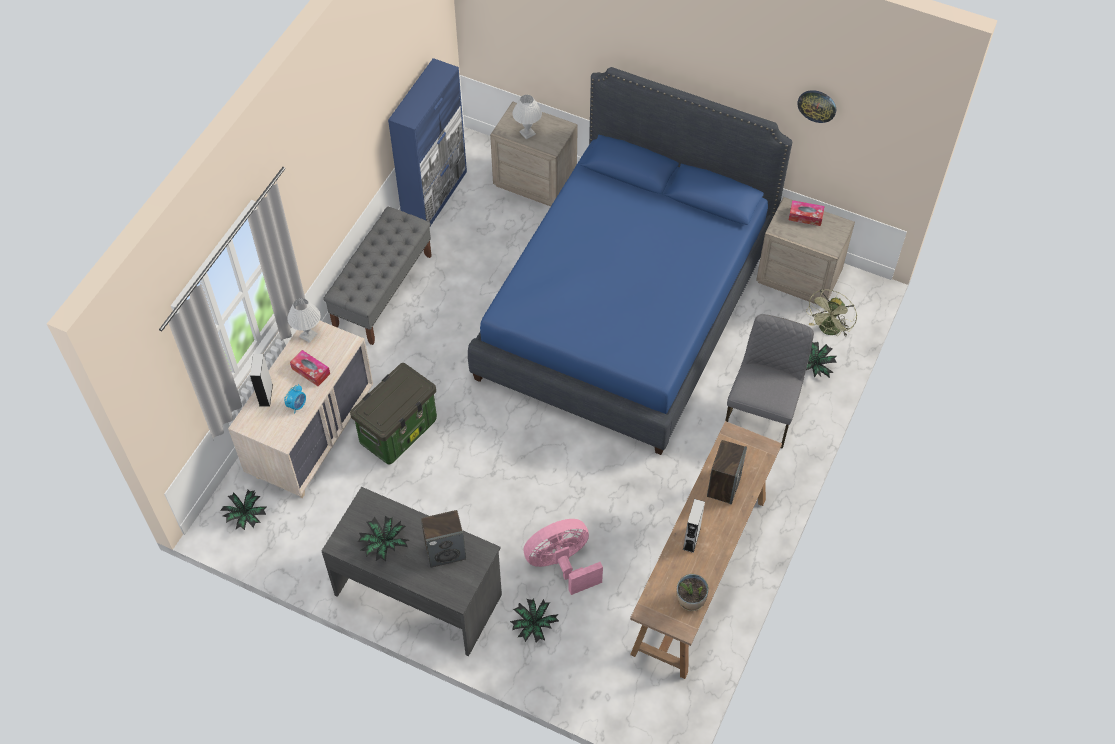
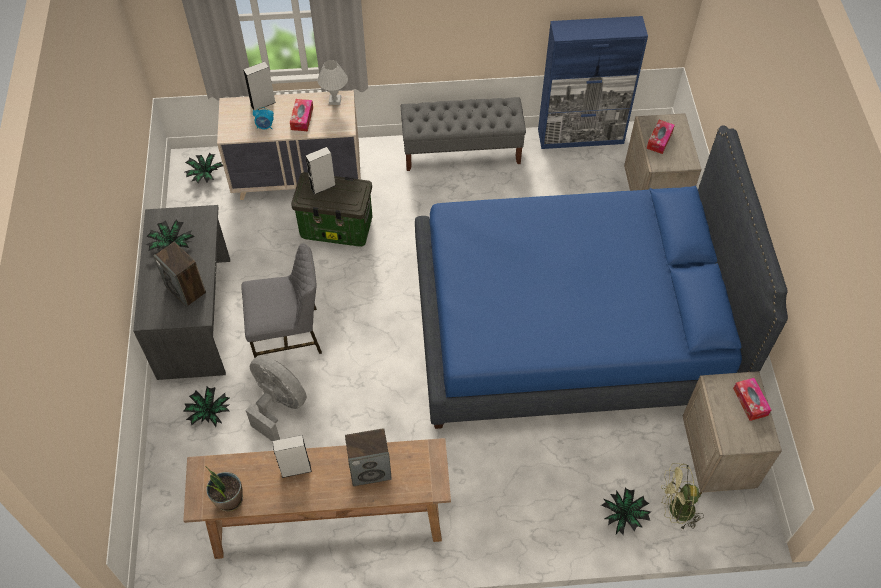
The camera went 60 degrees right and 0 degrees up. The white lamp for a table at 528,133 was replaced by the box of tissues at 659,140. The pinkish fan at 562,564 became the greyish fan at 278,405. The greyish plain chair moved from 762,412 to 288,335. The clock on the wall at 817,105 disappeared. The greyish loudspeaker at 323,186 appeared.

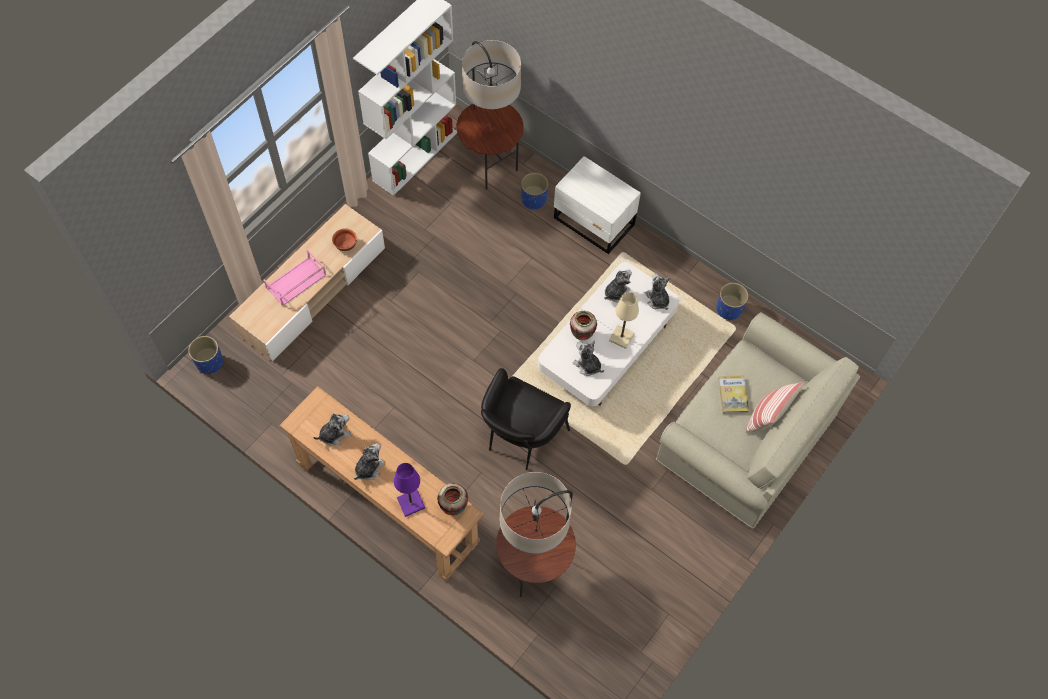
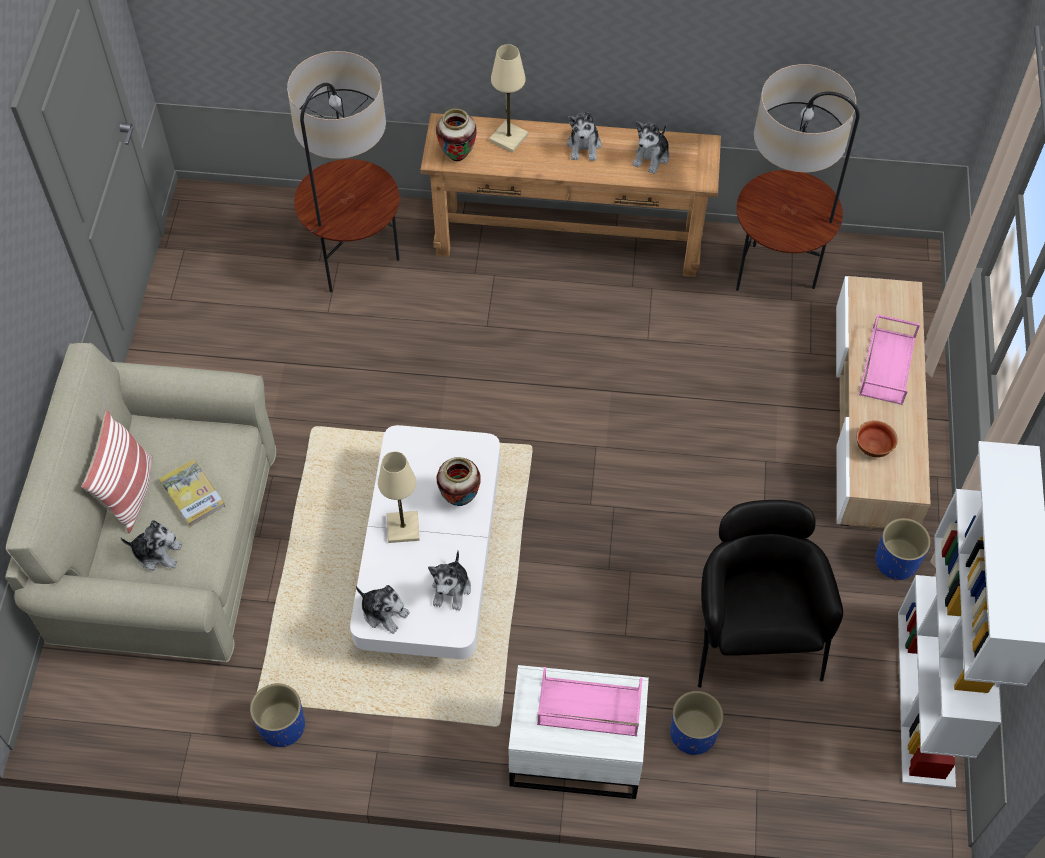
The camera went 150 degrees right and 5 degrees down. The bluish plant pot moved from 209,362 to 896,561. The purple lamp for a table at 411,503 became the sand-coloured lamp for a table at 508,138. The standard lamp moved from 490,166 to 775,276. The blackish lounge chair moved from 520,438 to 753,634. The cuddly toy moved from 587,365 to 157,553. The pinkish serving tray at 588,707 appeared.

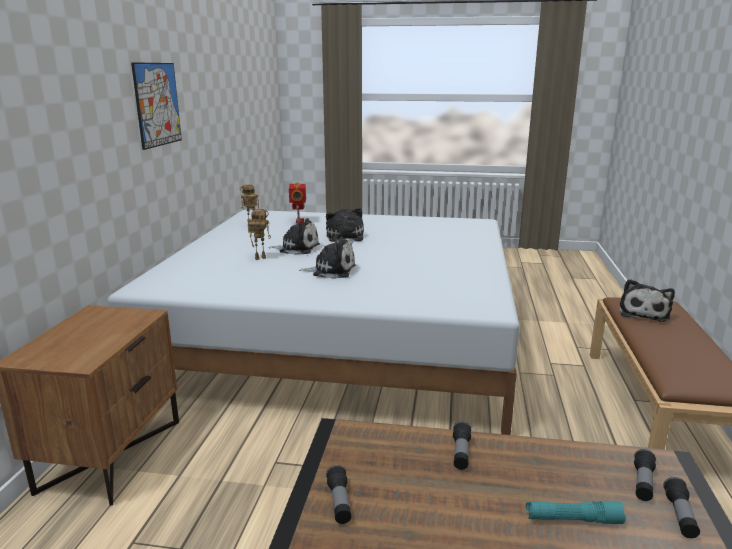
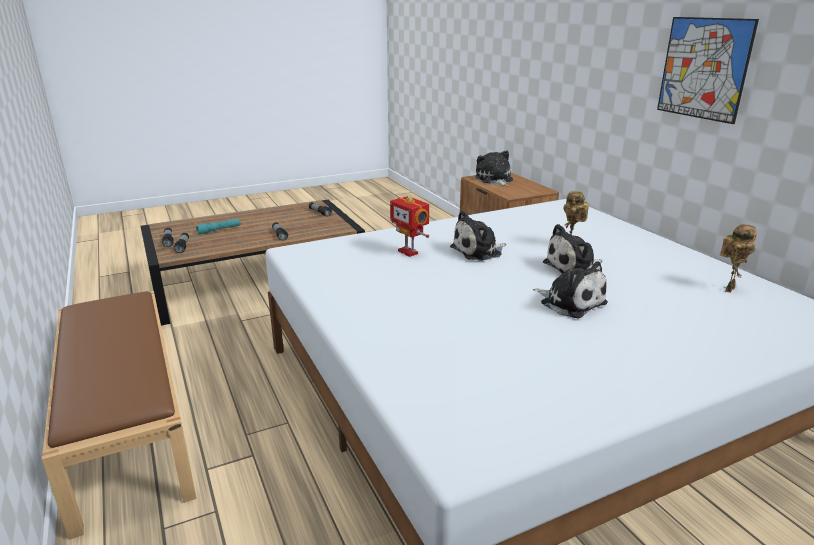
The camera went 145 degrees right and 5 degrees up. The toy robot moved from 298,221 to 409,252. The cuddly toy moved from 643,313 to 494,179.

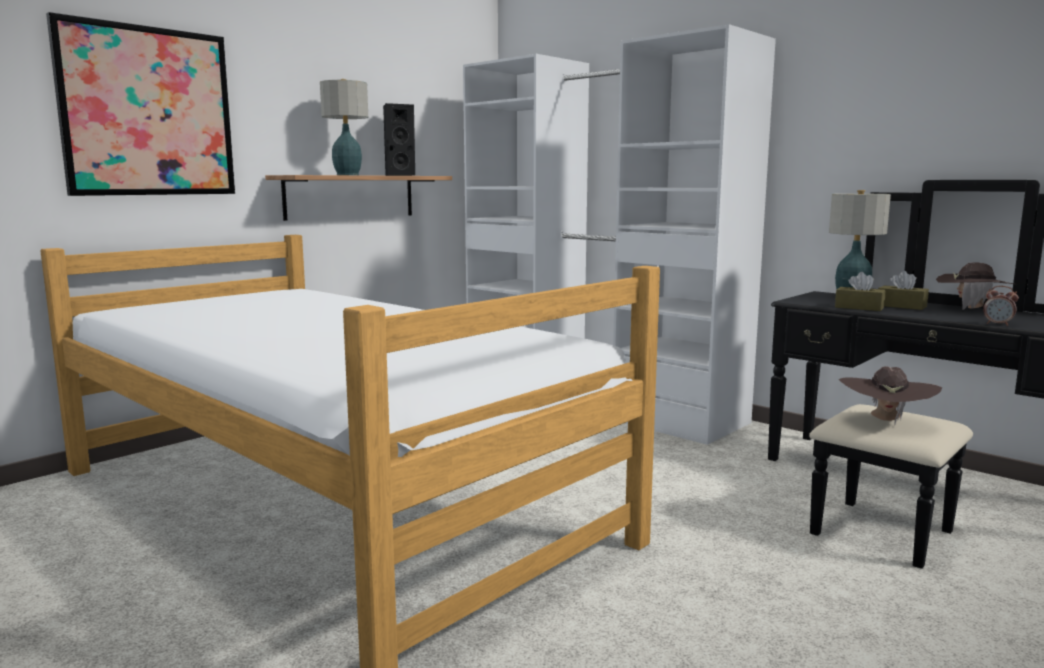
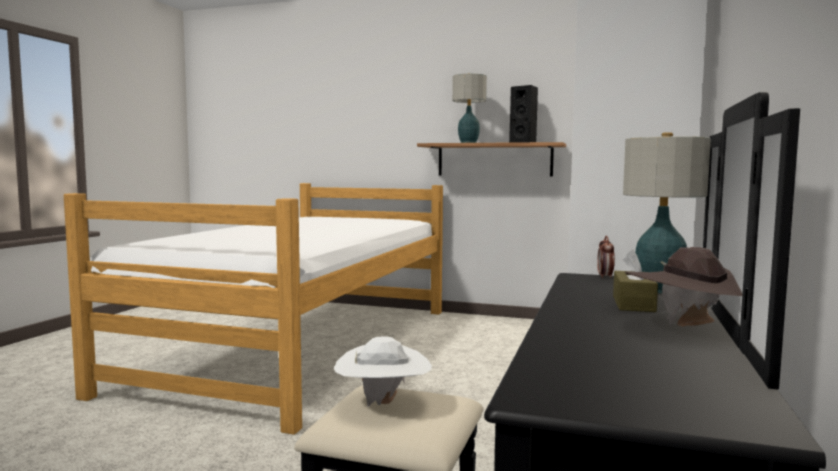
The camera went 65 degrees right and 5 degrees down. The wall picture at 148,112 disappeared. The brown box of tissues at 859,307 disappeared. The brown wearable hat at 886,421 became the white wearable hat at 383,403. The table clock moved from 998,324 to 605,277.

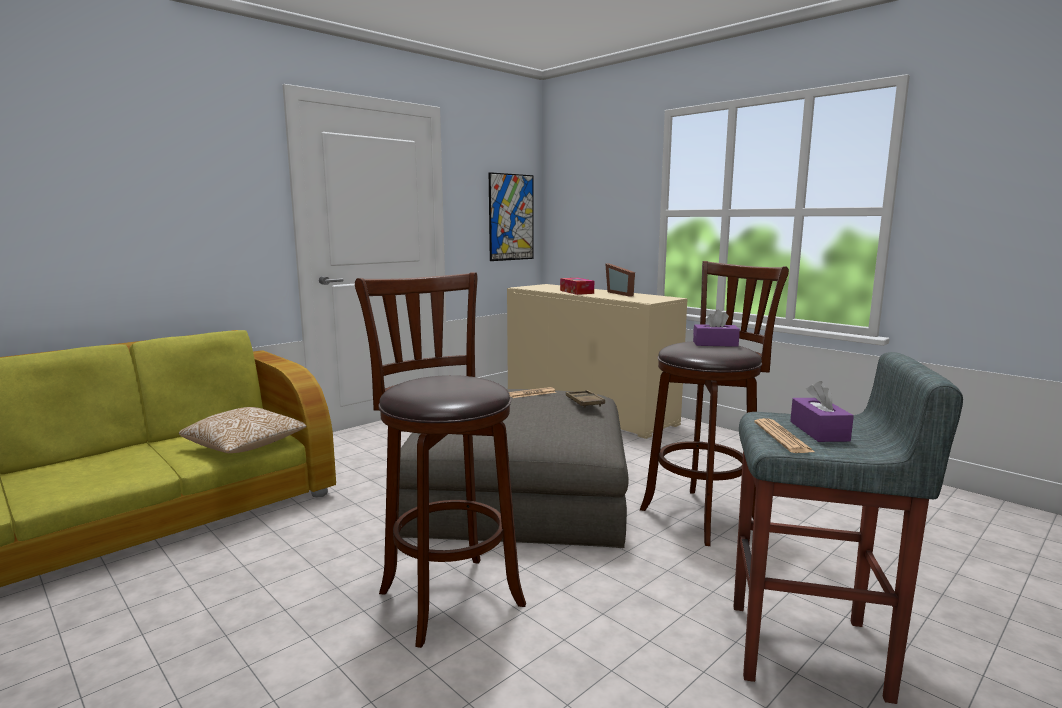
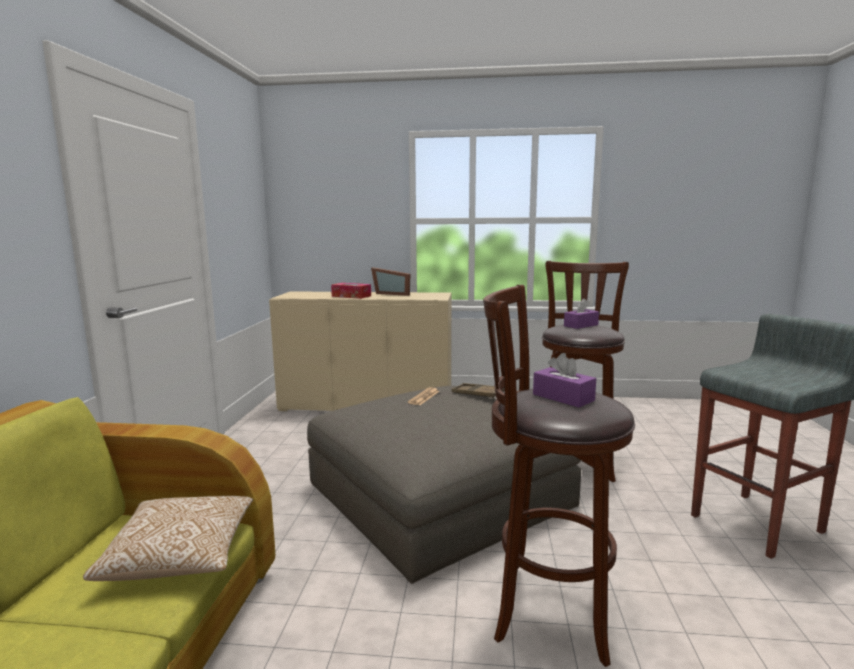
The camera went 40 degrees left and 0 degrees up. The wall picture at 511,217 disappeared. The newspaper at 782,437 disappeared. The purple box of tissues moved from 819,431 to 563,397.

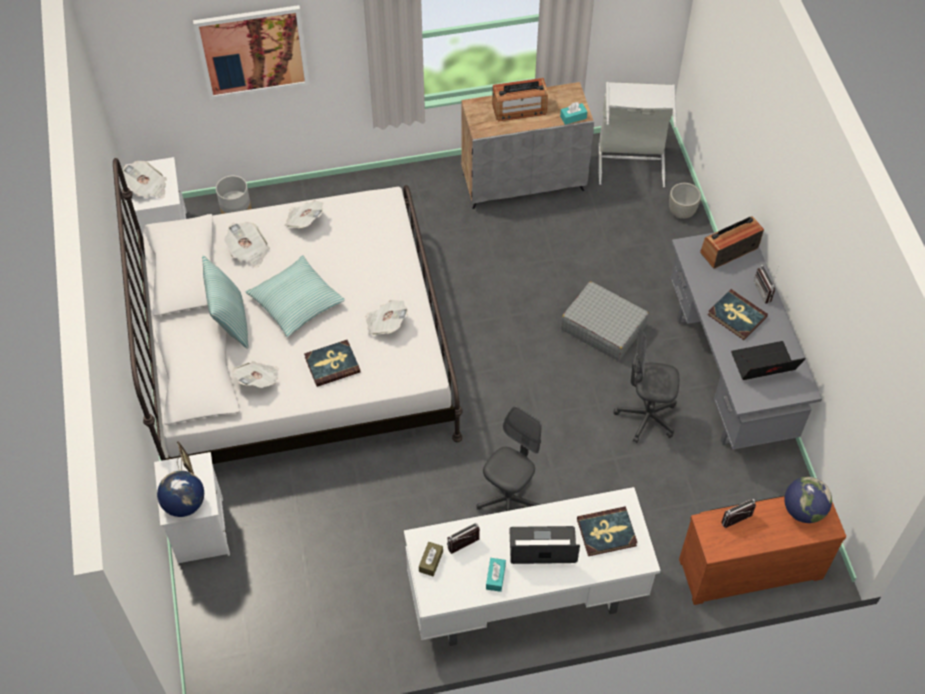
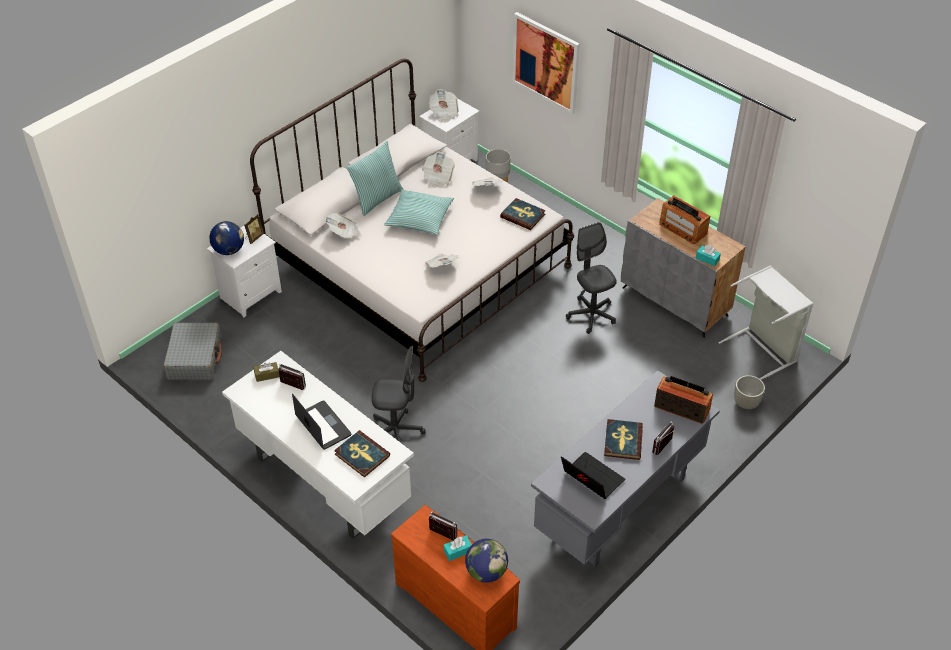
The camera went 55 degrees right and 10 degrees down. The bound book moved from 332,364 to 523,215. The turquoise box of tissues moved from 495,577 to 458,551. The greyish suitcase moved from 603,327 to 195,358. The greyish computer chair moved from 646,417 to 591,315.

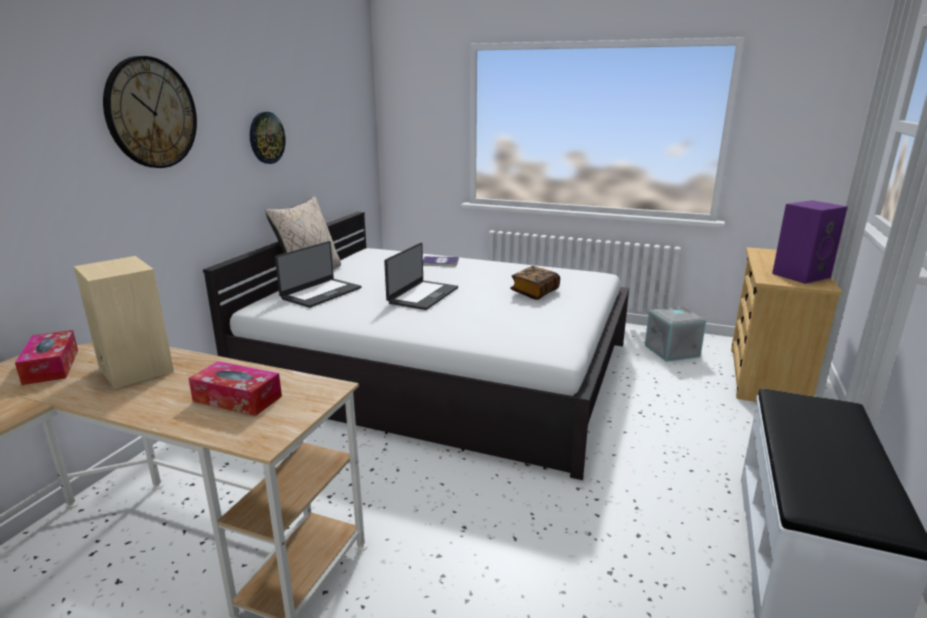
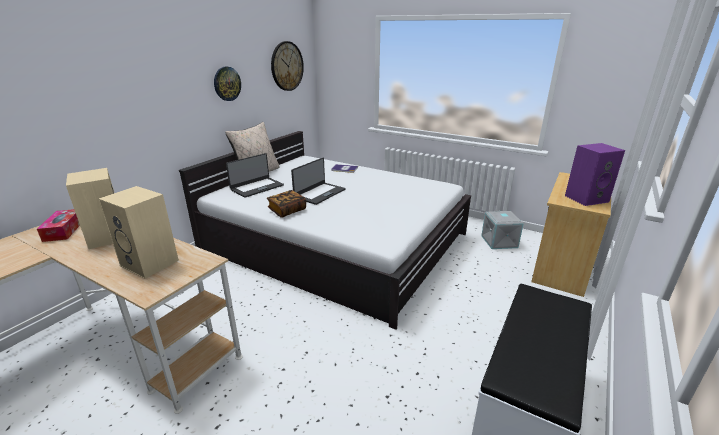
The camera went 10 degrees right and 5 degrees up. The clock on the wall moved from 151,113 to 287,66. The box of tissues at 237,399 was replaced by the sand-coloured loudspeaker at 151,263. The bound book moved from 534,292 to 287,210.

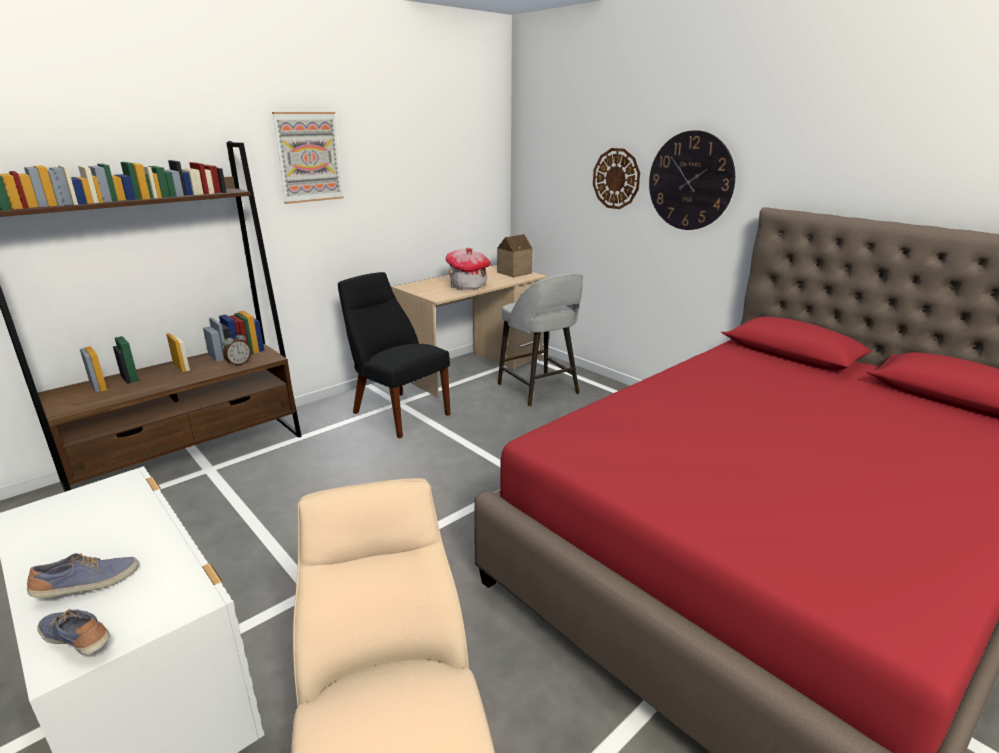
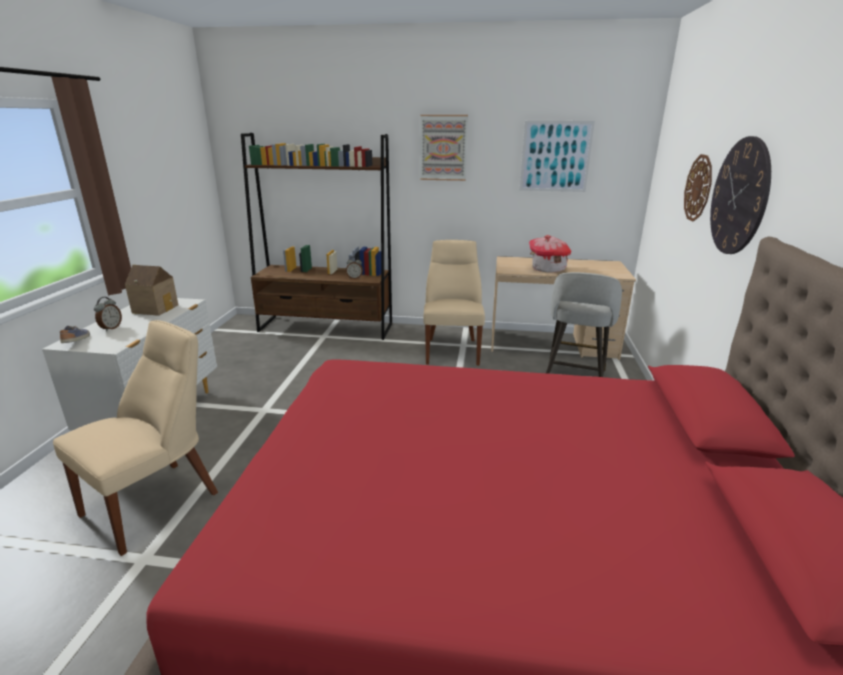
The camera went 50 degrees right and 0 degrees up. The item of footwear at 88,586 was replaced by the table clock at 111,328. The blackish plain chair at 397,412 became the sand-coloured plain chair at 452,350. The miniature house moved from 513,272 to 156,308. The wall picture at 555,156 appeared.

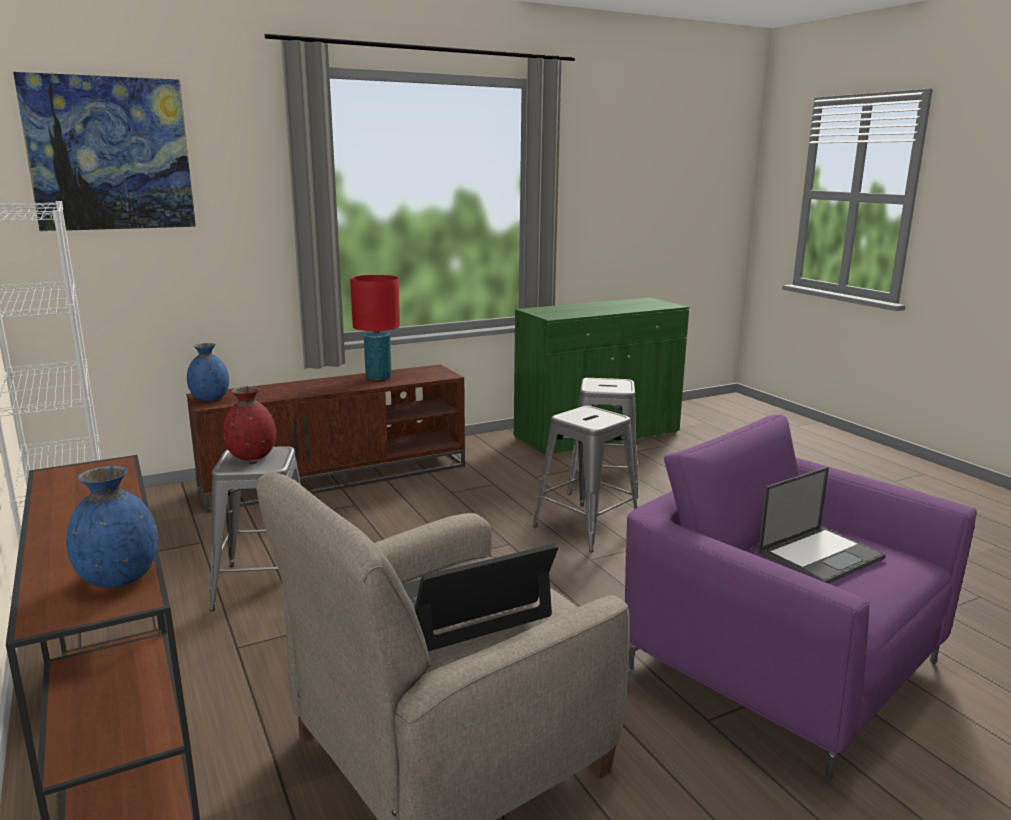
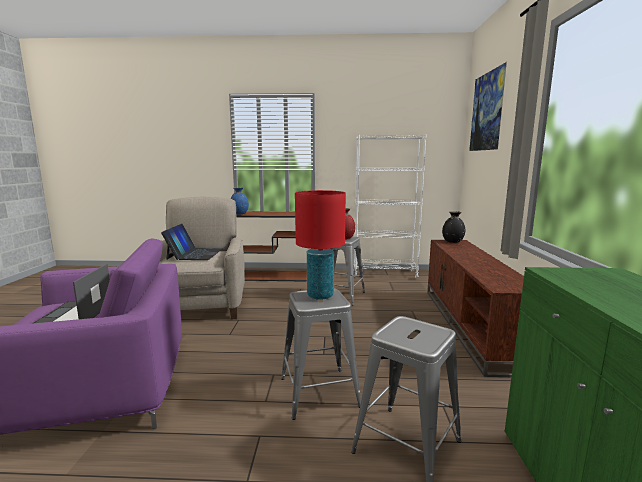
The camera went 120 degrees right and 5 degrees down. The bluish flower vase at 210,398 became the blackish flower vase at 452,241. The reddish lamp for a table moved from 378,377 to 320,295.

